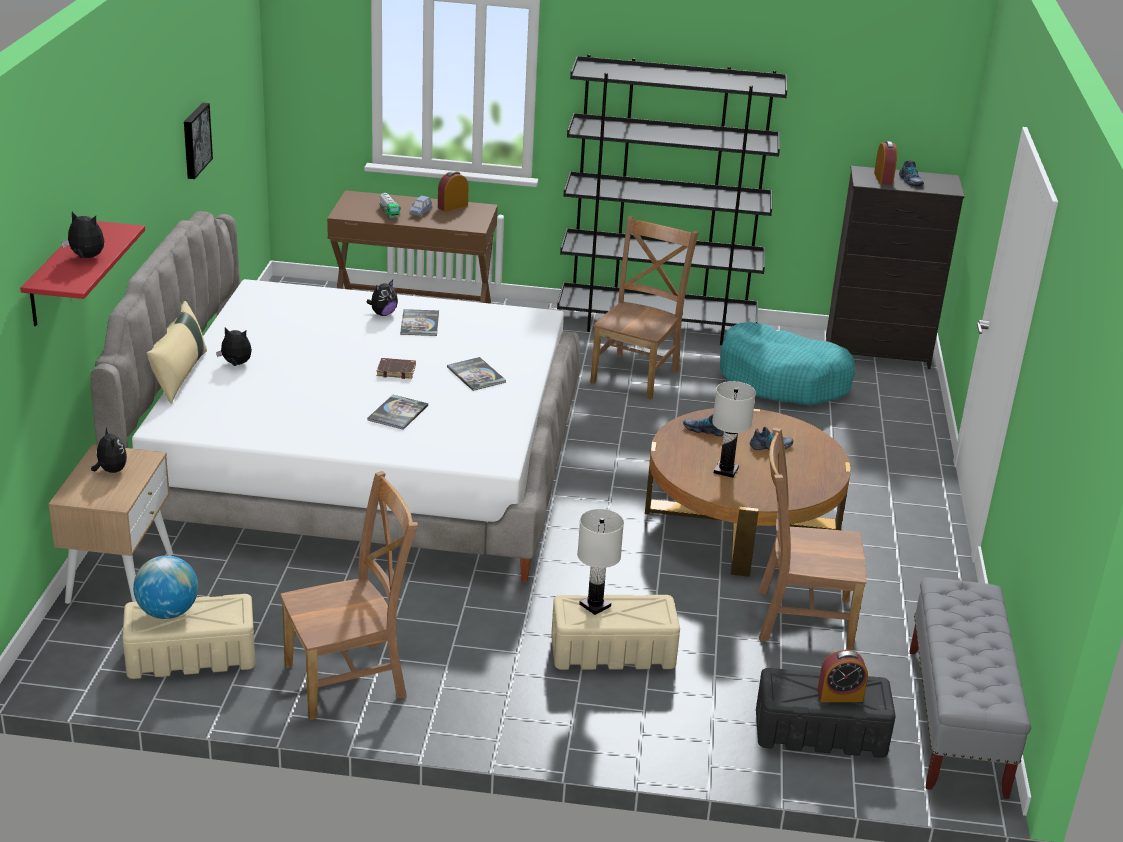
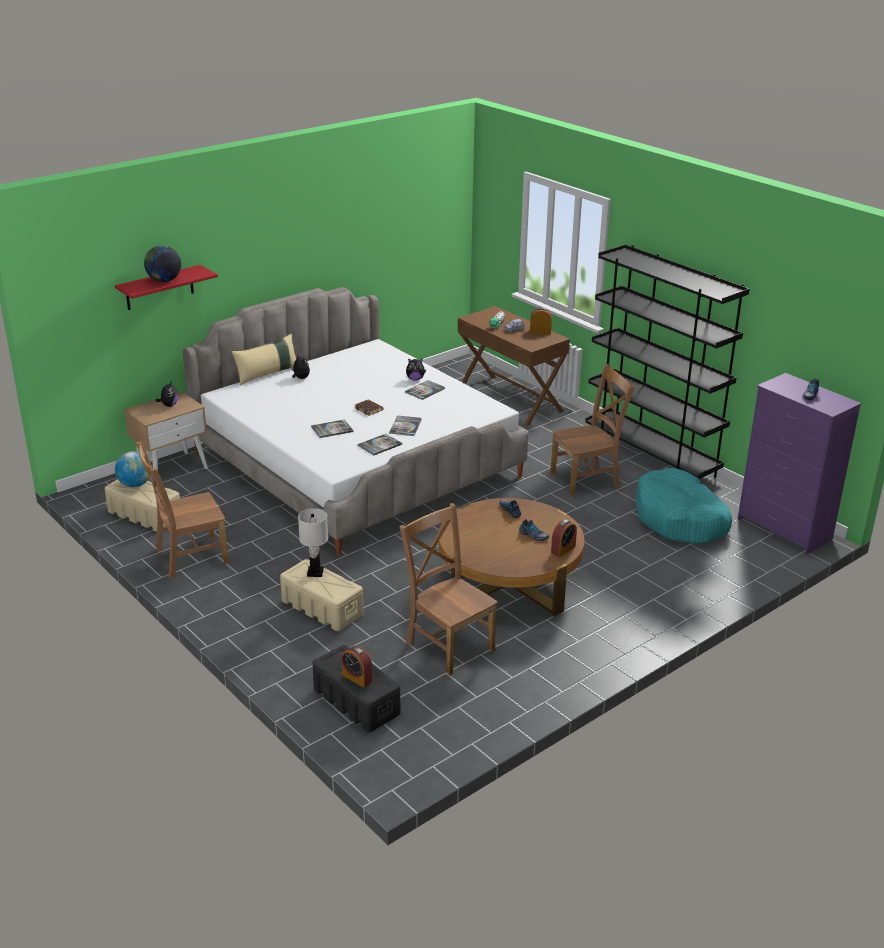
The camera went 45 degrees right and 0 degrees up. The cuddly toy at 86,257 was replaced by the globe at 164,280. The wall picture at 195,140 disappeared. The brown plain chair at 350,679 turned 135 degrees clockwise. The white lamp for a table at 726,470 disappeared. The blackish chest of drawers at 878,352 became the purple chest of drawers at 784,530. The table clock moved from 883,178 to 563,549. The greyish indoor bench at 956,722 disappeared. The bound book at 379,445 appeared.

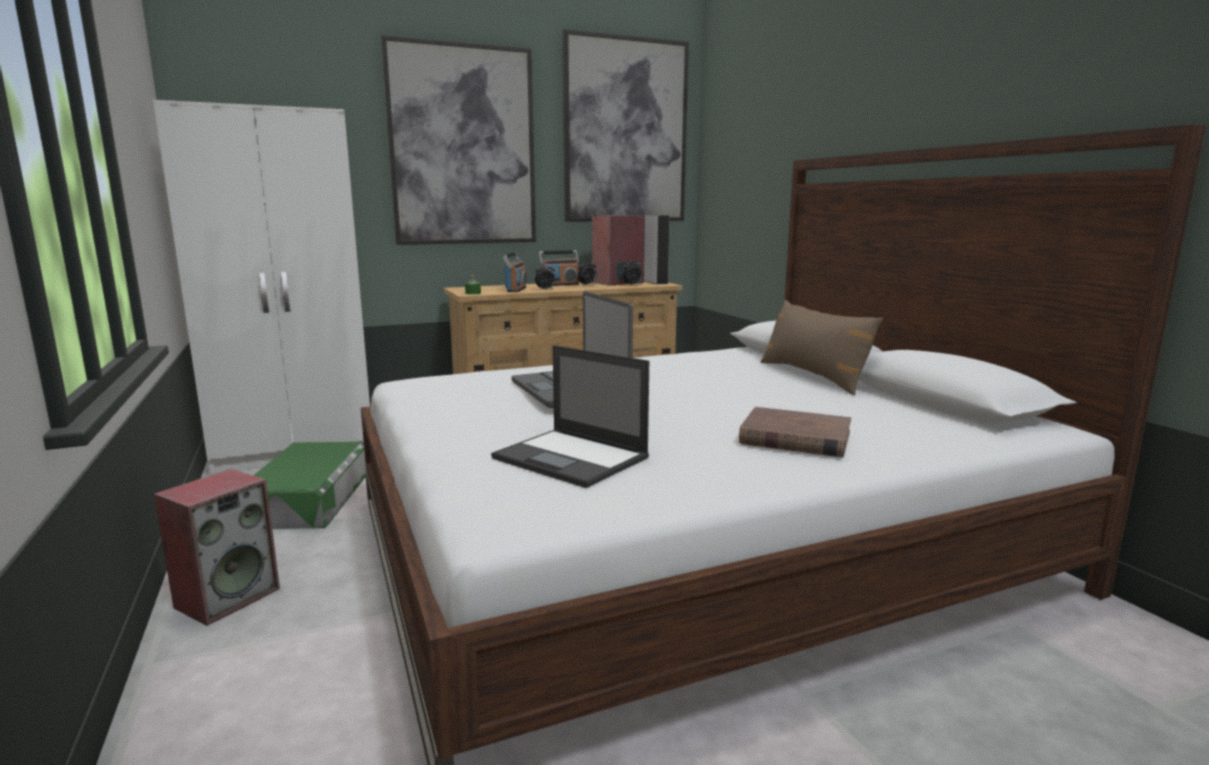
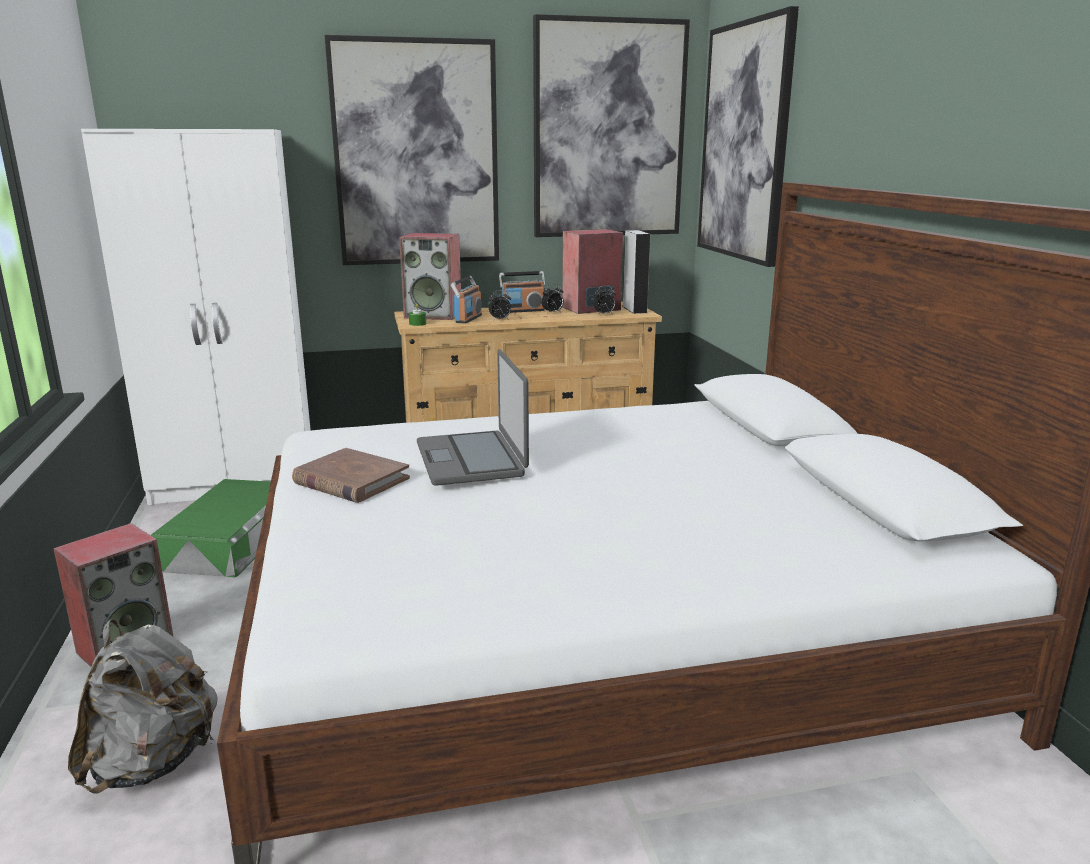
The camera went 10 degrees right and 5 degrees up. The notebook computer at 572,458 disappeared. The brown bound book moved from 795,438 to 351,481. The brown pillow at 813,376 disappeared. The greyish knapsack at 153,763 appeared. The loudspeaker at 434,315 appeared. The wall picture at 744,142 appeared.

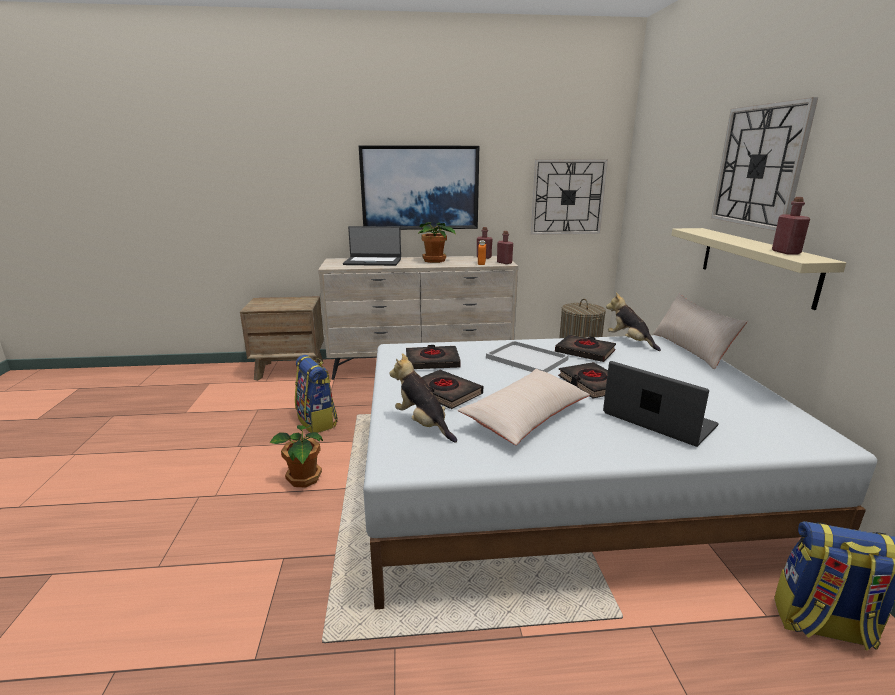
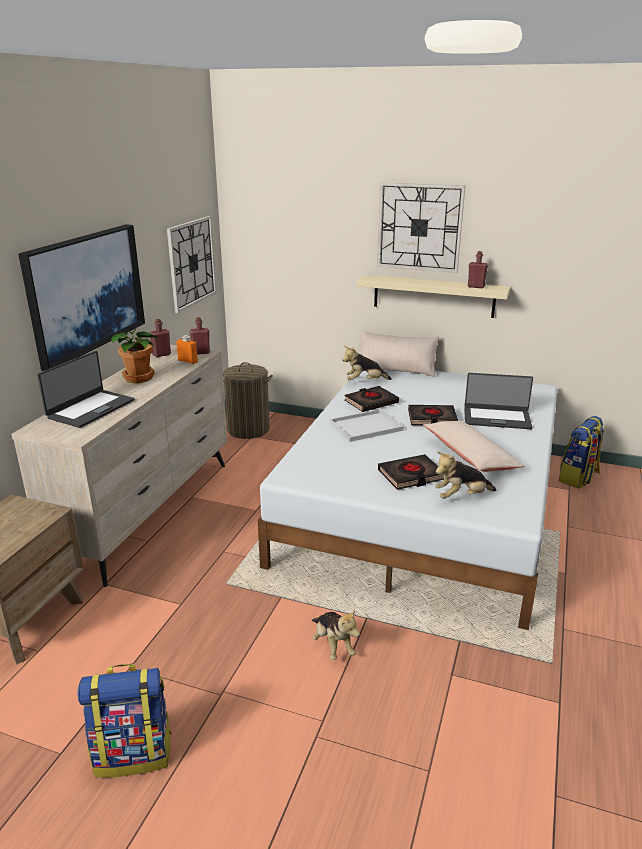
The camera went 65 degrees left and 5 degrees up. The houseplant at 303,479 was replaced by the cuddly toy at 333,645. The knapsack moved from 317,422 to 134,753. The blackish bound book at 432,362 disappeared. The notebook computer at 658,420 turned 150 degrees counterclockwise.

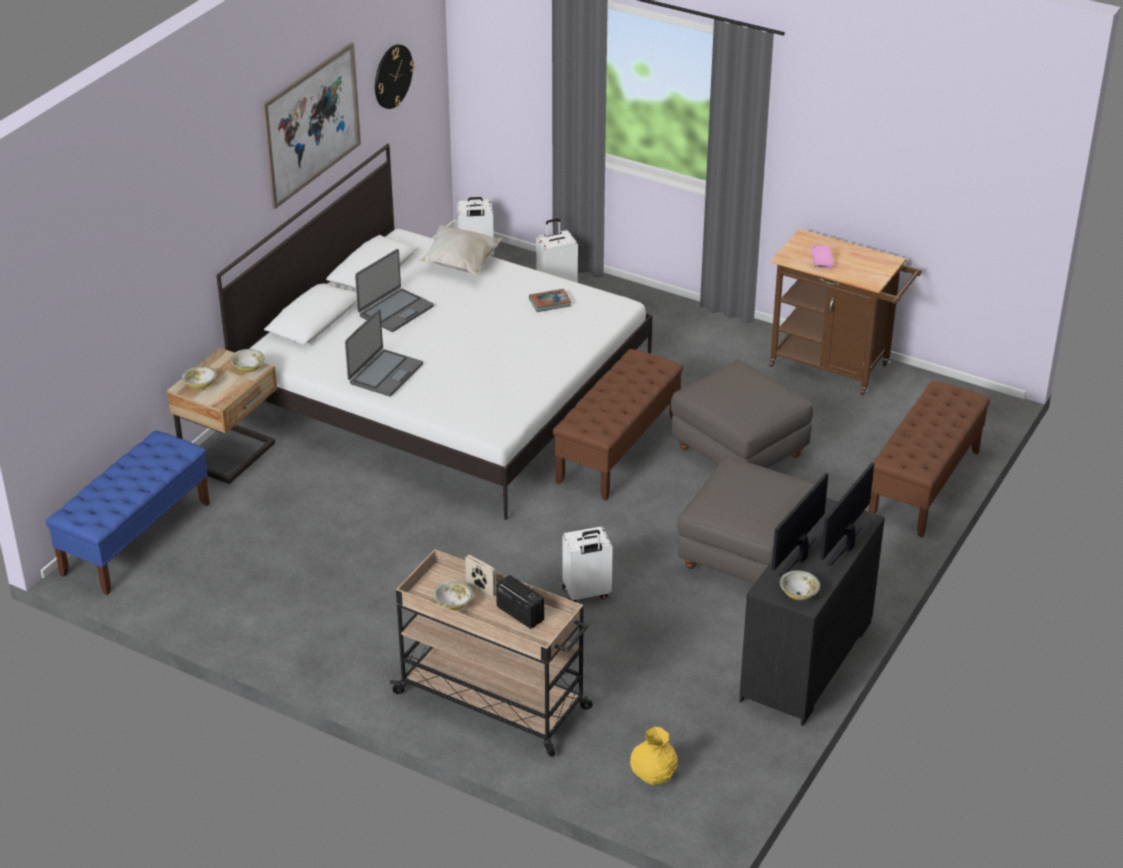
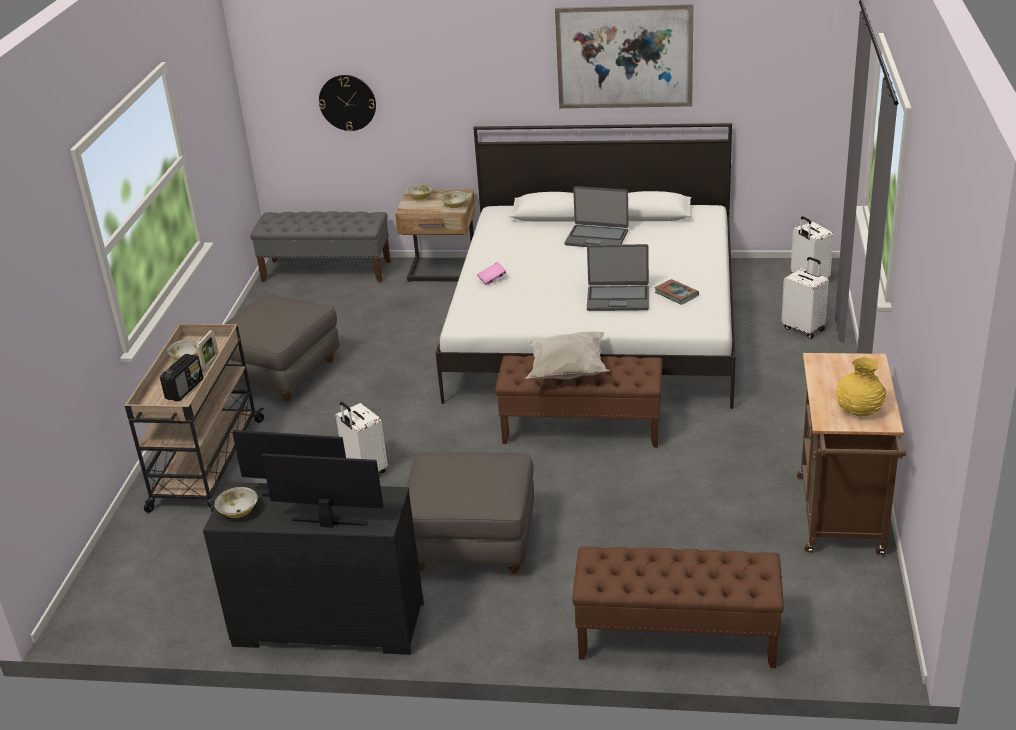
The camera went 70 degrees right and 5 degrees down. The bluish indoor bench at 136,538 became the greyish indoor bench at 327,271. The notebook computer moved from 385,374 to 618,299. The clock on the wall moved from 392,76 to 347,102. The white pillow moved from 460,265 to 566,372. The yellow flower vase moved from 654,776 to 858,410. The greyish footrest moved from 738,452 to 281,374. The pinkish bound book moved from 821,263 to 492,279.

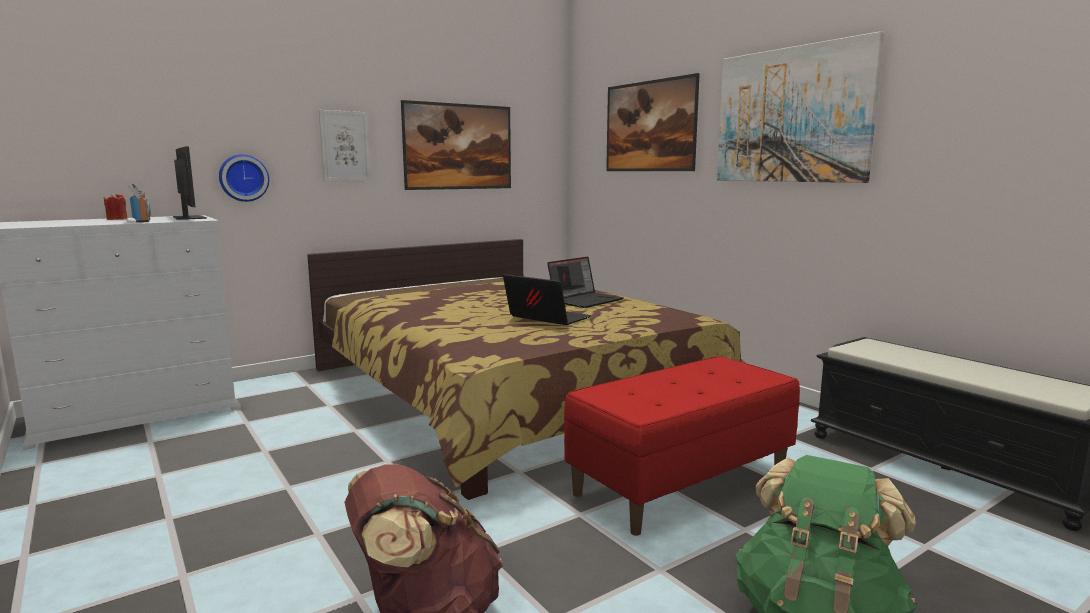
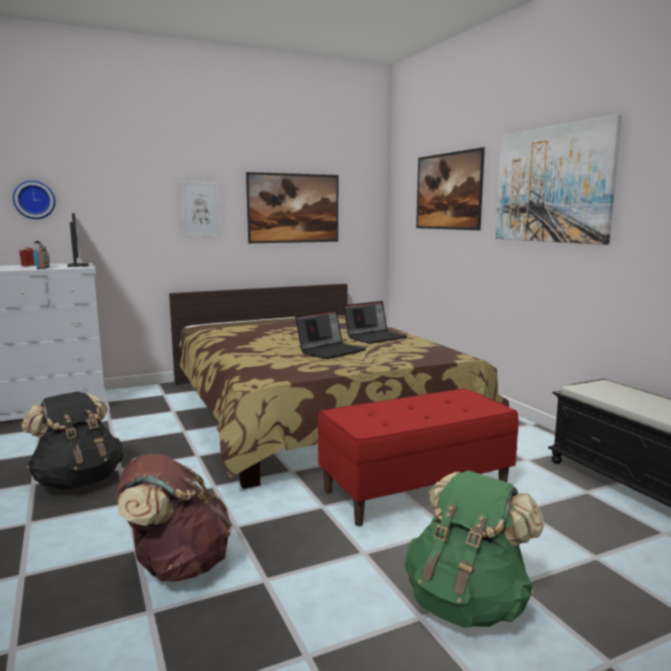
The camera went 10 degrees right and 0 degrees up. The clock on the wall moved from 243,178 to 34,200. The notebook computer at 545,318 turned 90 degrees clockwise. The blackish knapsack at 78,481 appeared.

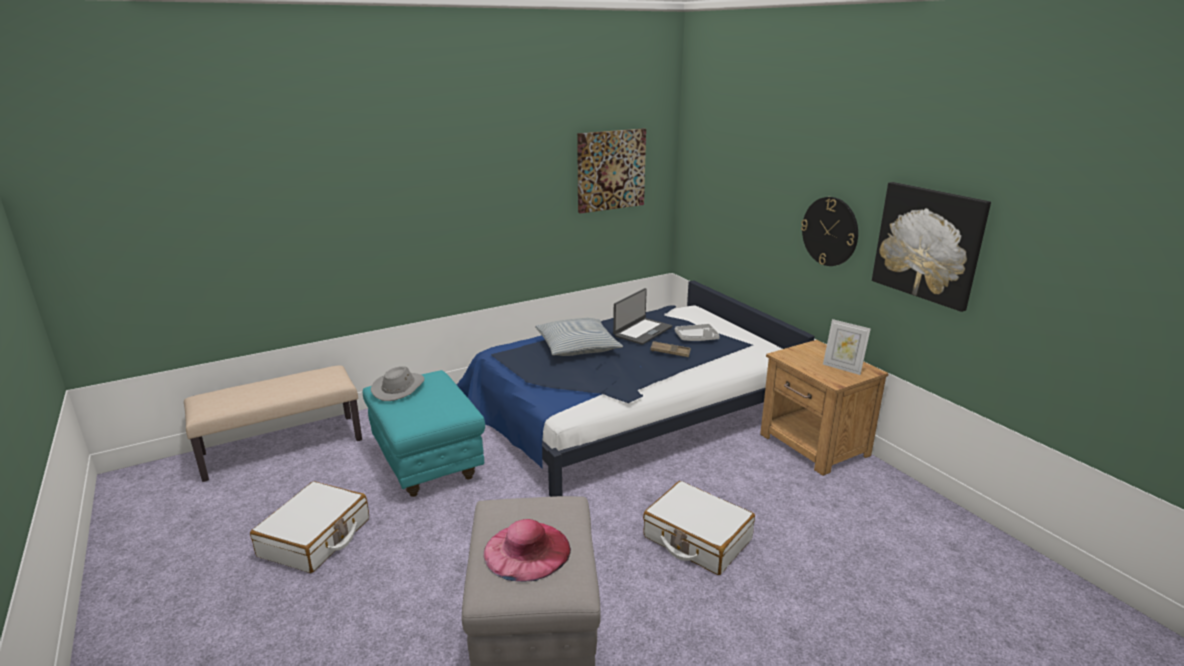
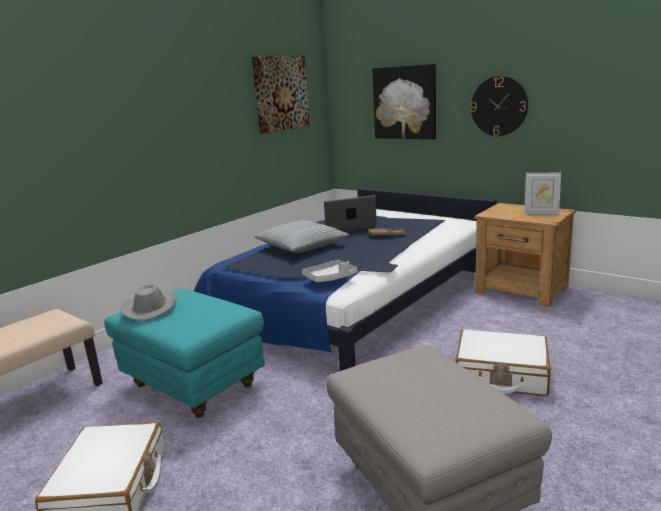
The camera went 20 degrees left and 5 degrees down. The pinkish wearable hat at 527,550 disappeared. The notebook computer at 642,331 turned 120 degrees counterclockwise. The greyish serving tray moved from 696,338 to 330,278. The wall picture moved from 928,244 to 405,102.

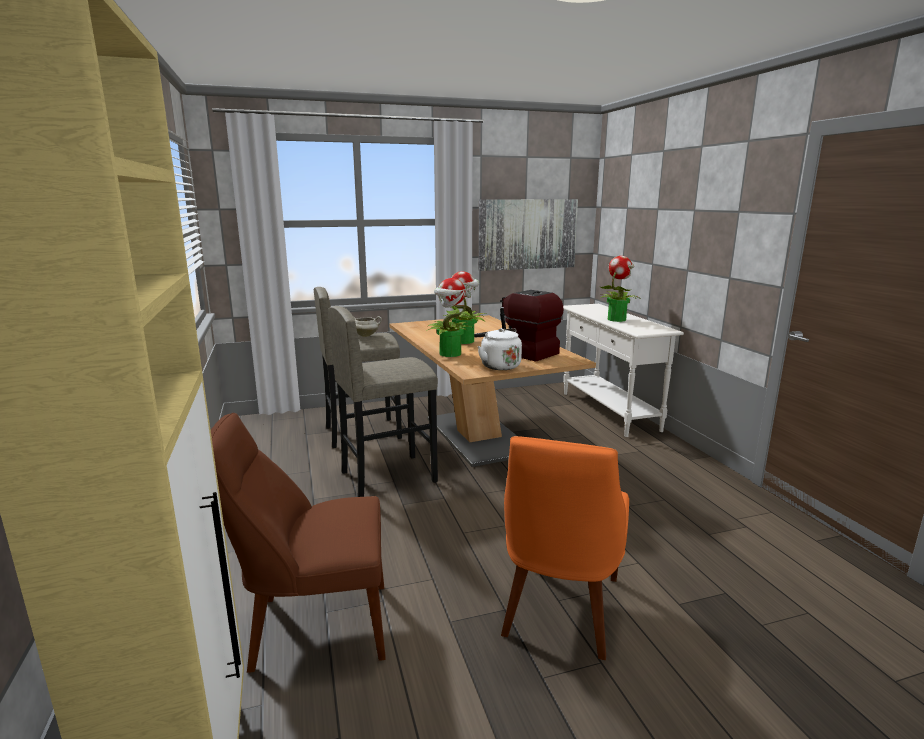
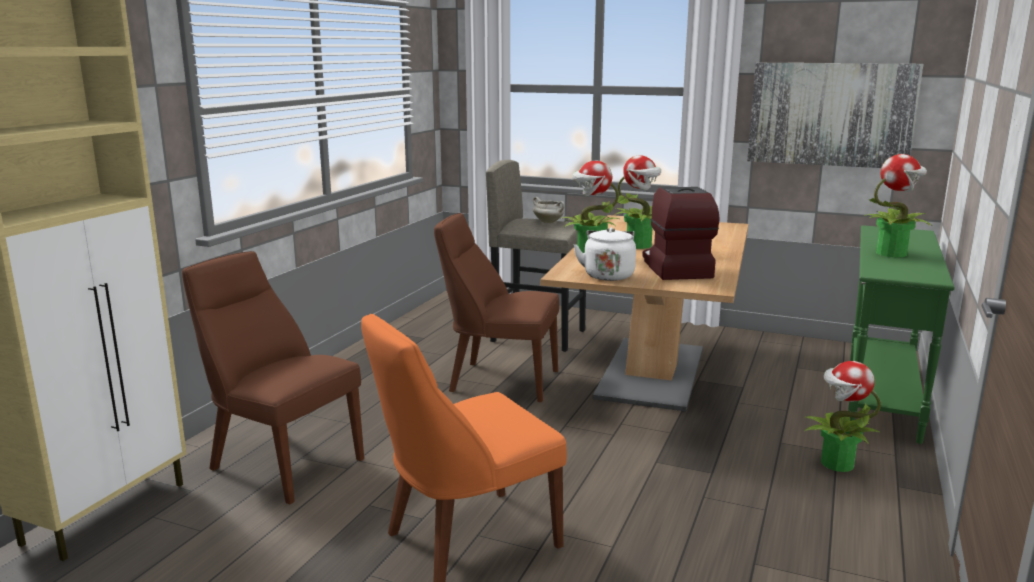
The camera went 40 degrees right and 0 degrees up. The greyish stool seat at 388,476 was replaced by the brown plain chair at 499,380. The white narrow table at 609,411 became the greenish narrow table at 881,397. The houseplant at 836,463 appeared.

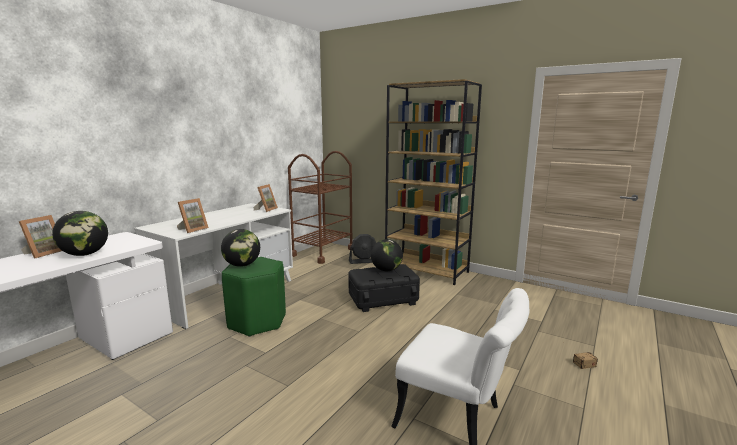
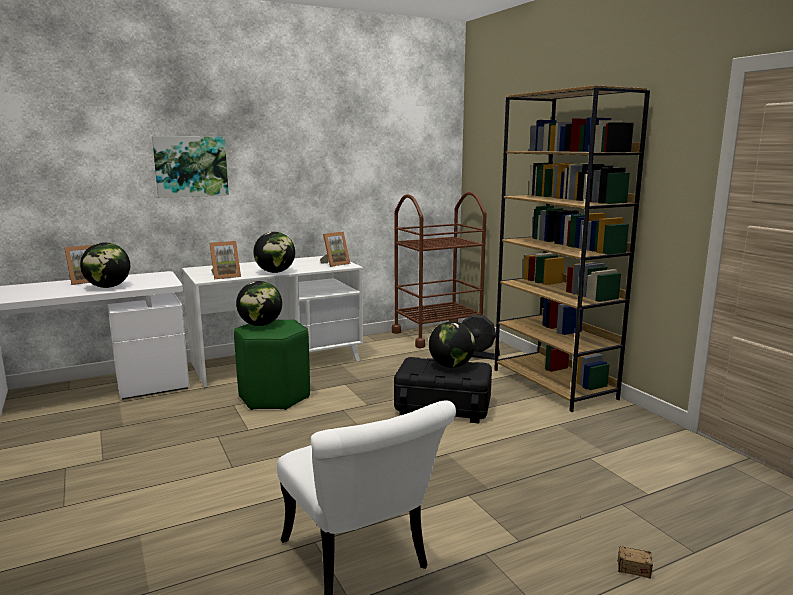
The camera went 30 degrees right and 0 degrees up. The wall picture at 191,166 appeared. The globe at 275,272 appeared.

